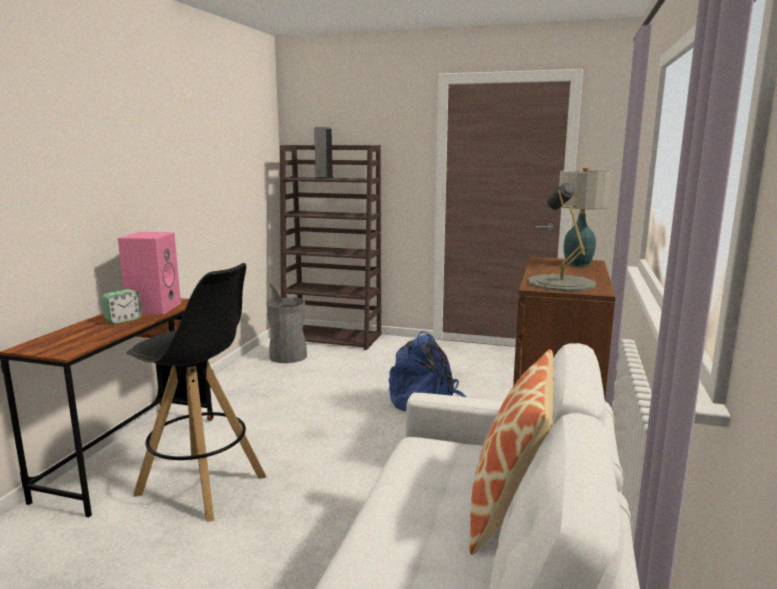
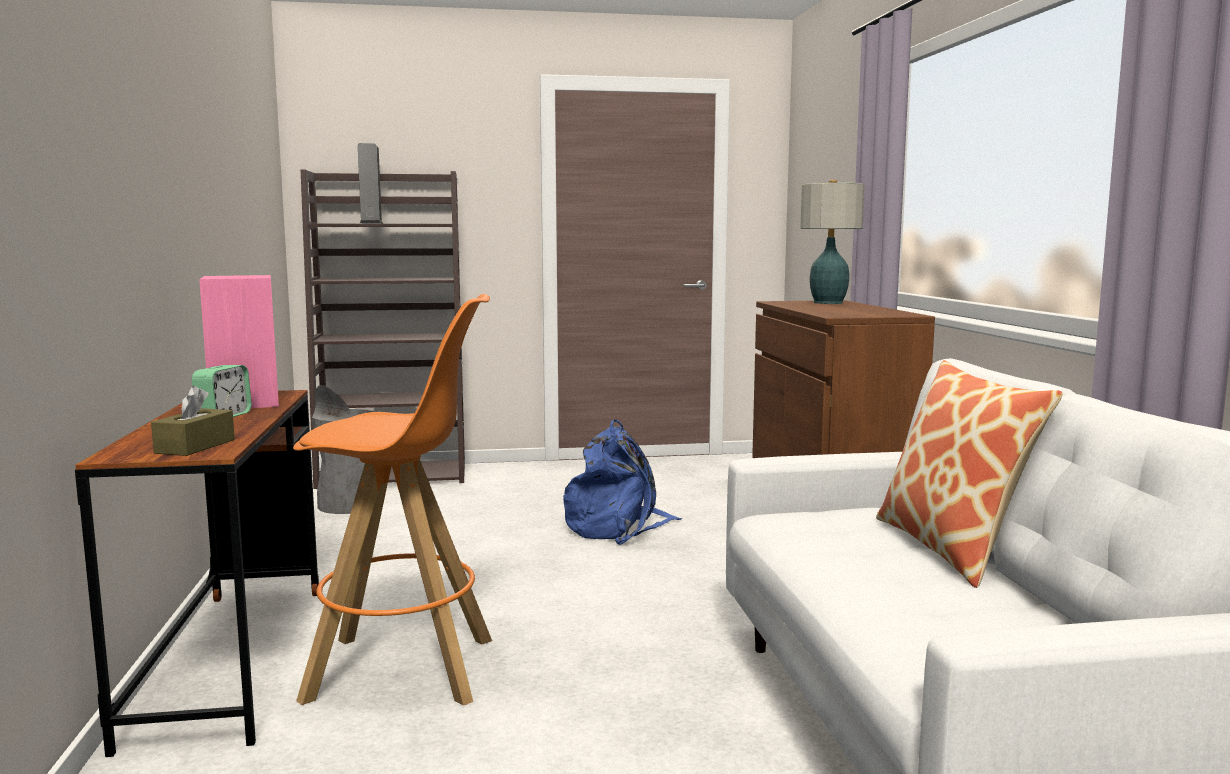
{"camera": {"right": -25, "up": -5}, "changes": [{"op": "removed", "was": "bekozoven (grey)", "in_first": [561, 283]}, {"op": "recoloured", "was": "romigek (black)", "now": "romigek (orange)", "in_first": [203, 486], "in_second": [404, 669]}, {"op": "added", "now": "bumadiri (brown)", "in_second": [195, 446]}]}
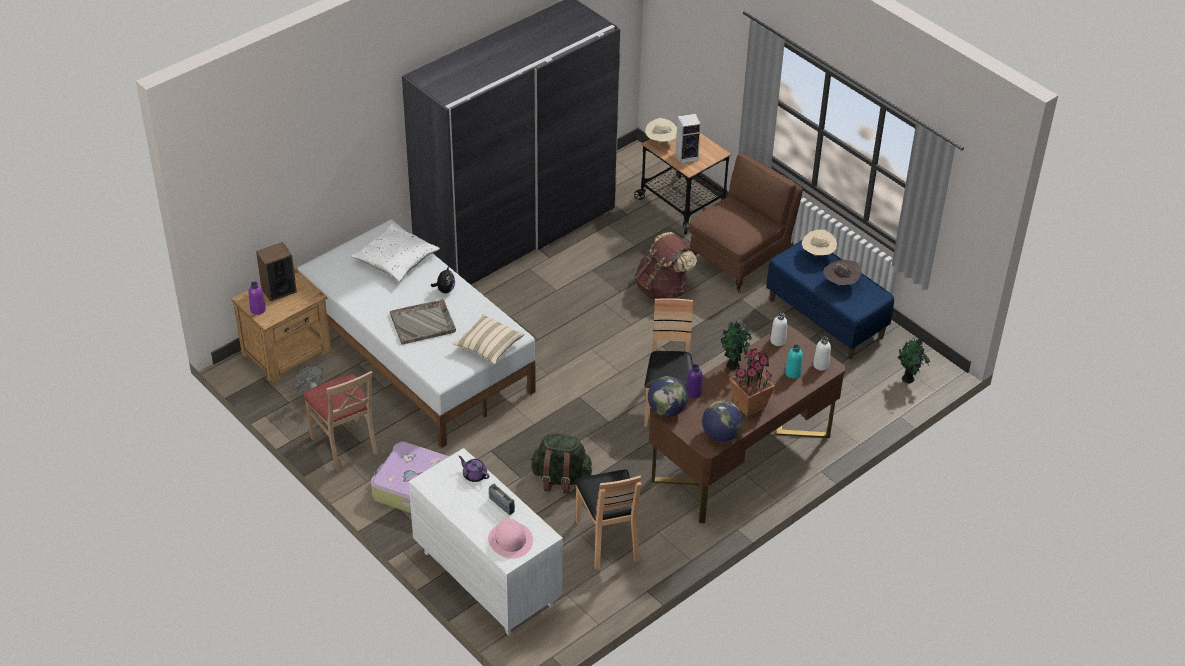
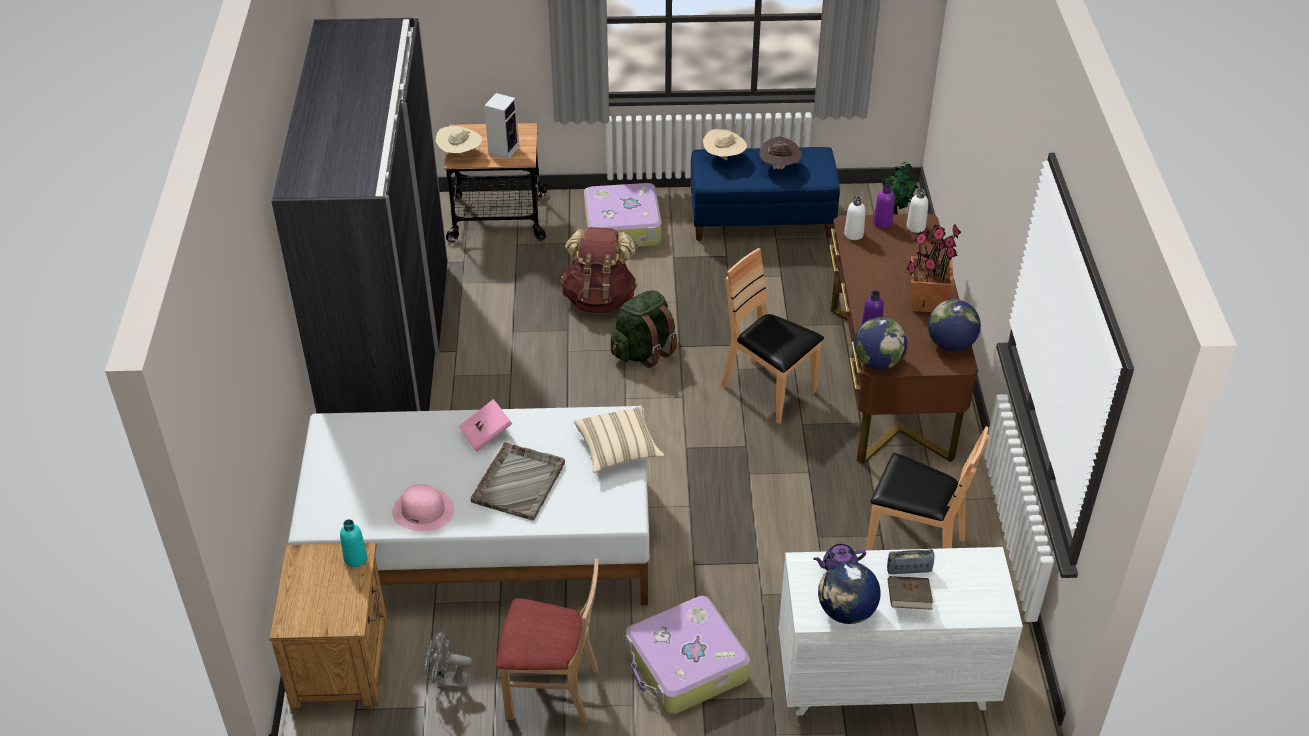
{"camera": {"right": -50, "up": 0}, "changes": [{"op": "replaced", "was": "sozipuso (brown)", "now": "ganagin", "in_first": [740, 261], "in_second": [623, 227]}, {"op": "removed", "was": "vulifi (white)", "in_first": [396, 259]}, {"op": "removed", "was": "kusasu", "in_first": [278, 290]}, {"op": "replaced", "was": "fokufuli", "now": "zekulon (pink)", "in_first": [445, 290], "in_second": [486, 434]}, {"op": "moved", "was": "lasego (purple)", "in_first": [258, 310], "in_second": [882, 222]}, {"op": "removed", "was": "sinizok", "in_first": [733, 366]}, {"op": "moved", "was": "lasego (turquoise)", "in_first": [793, 373], "in_second": [355, 558]}, {"op": "moved", "was": "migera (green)", "in_first": [560, 478], "in_second": [644, 351]}, {"op": "moved", "was": "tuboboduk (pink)", "in_first": [510, 540], "in_second": [423, 510]}, {"op": "added", "now": "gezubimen", "in_second": [846, 611]}, {"op": "added", "now": "zekulon (brown)", "in_second": [908, 601]}]}
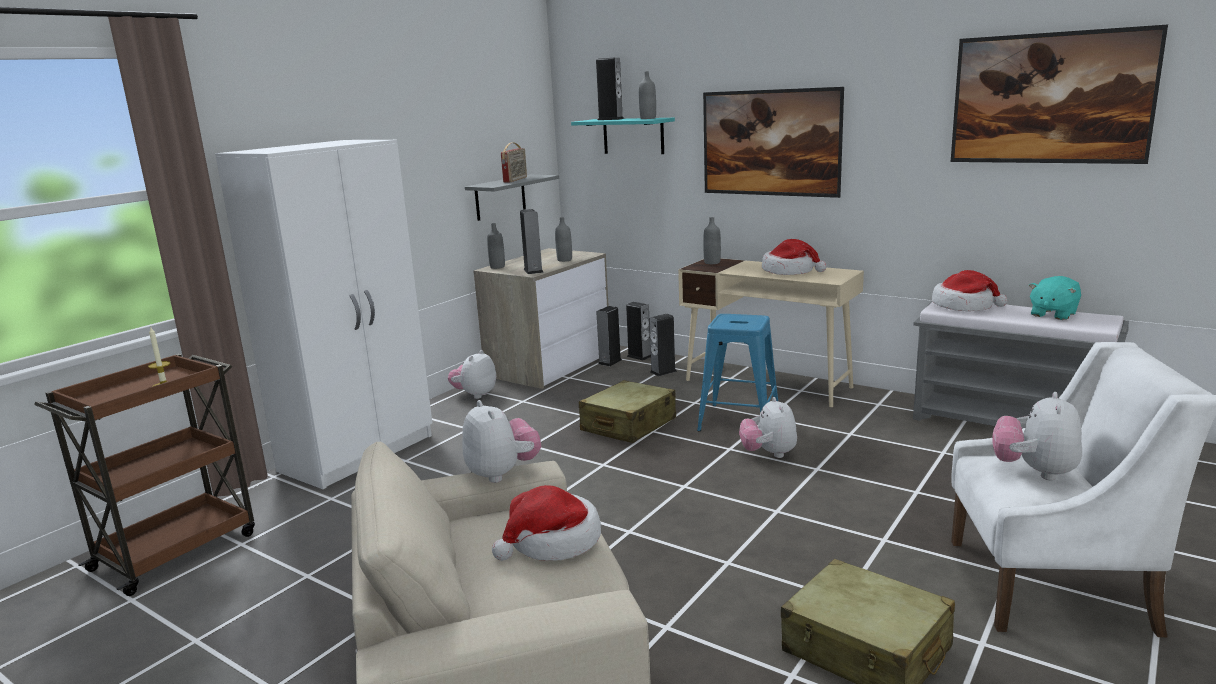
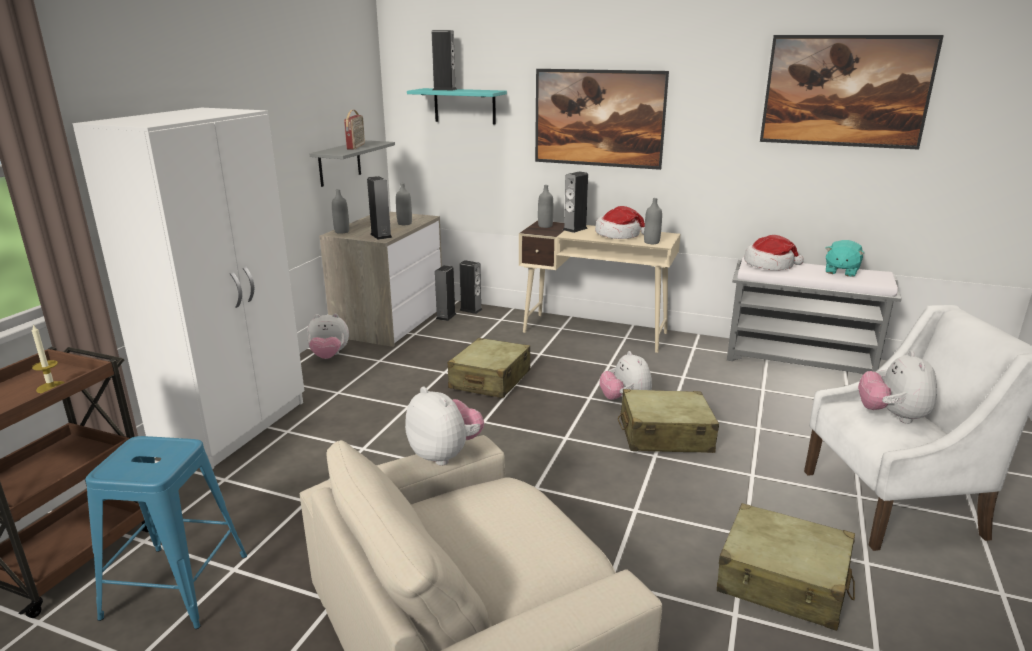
{"camera": {"right": -15, "up": 5}, "changes": [{"op": "moved", "was": "lasego (grey)", "in_first": [648, 118], "in_second": [651, 242]}, {"op": "moved", "was": "kusasu", "in_first": [663, 371], "in_second": [575, 229]}, {"op": "moved", "was": "romigek (blue)", "in_first": [739, 420], "in_second": [177, 585]}, {"op": "turned", "was": "fokufuli", "in_first": [475, 395], "in_second": [329, 356], "clockwise": -105}, {"op": "removed", "was": "tuboboduk", "in_first": [552, 542]}, {"op": "added", "now": "ganagin (beige)", "in_second": [664, 435]}]}
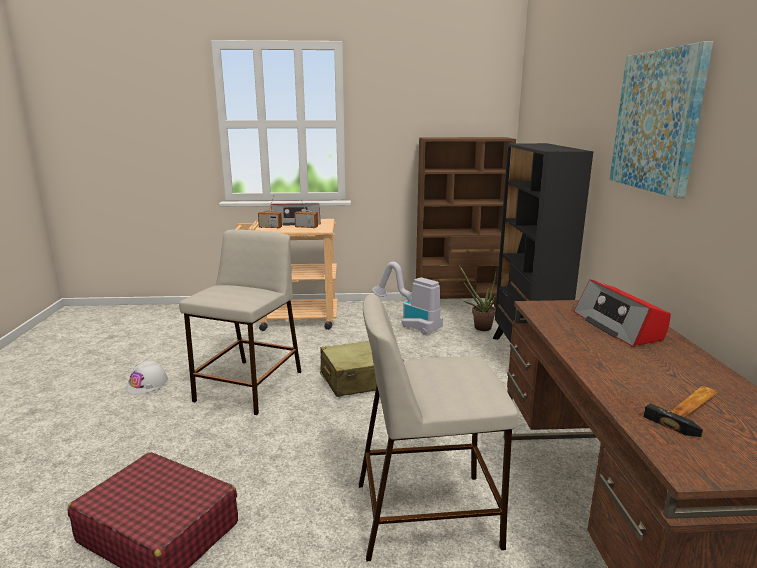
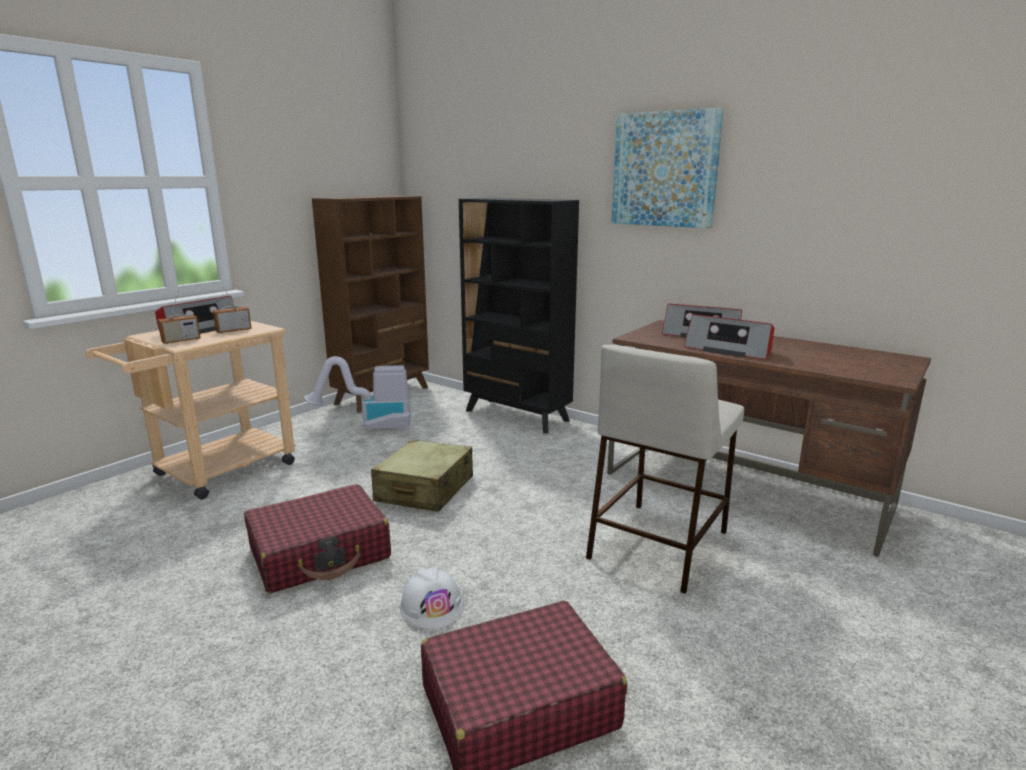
{"camera": {"right": -50, "up": 0}, "changes": [{"op": "replaced", "was": "romigek (beige)", "now": "ganagin (red)", "in_first": [249, 387], "in_second": [320, 553]}, {"op": "removed", "was": "sinizok", "in_first": [479, 327]}, {"op": "moved", "was": "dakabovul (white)", "in_first": [147, 384], "in_second": [432, 606]}, {"op": "removed", "was": "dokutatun", "in_first": [691, 411]}, {"op": "added", "now": "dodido", "in_second": [729, 349]}]}
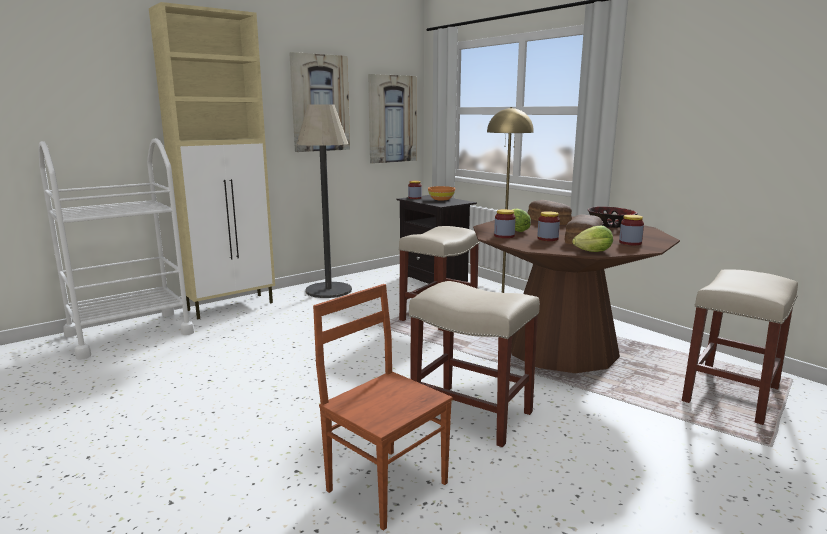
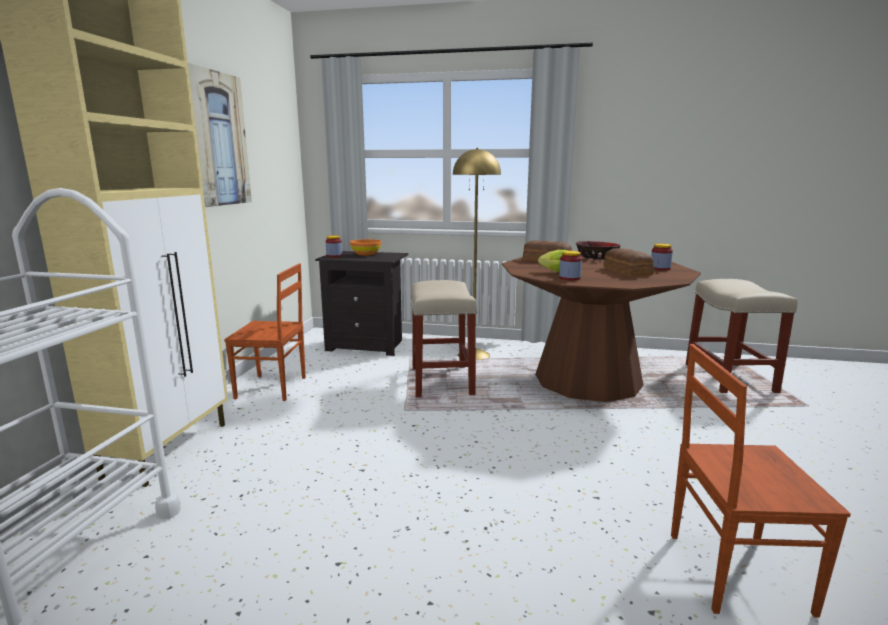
{"camera": {"right": -40, "up": 0}, "changes": [{"op": "removed", "was": "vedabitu", "in_first": [392, 119]}, {"op": "replaced", "was": "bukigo", "now": "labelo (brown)", "in_first": [328, 290], "in_second": [272, 388]}, {"op": "removed", "was": "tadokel", "in_first": [547, 239]}, {"op": "removed", "was": "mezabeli", "in_first": [590, 252]}, {"op": "removed", "was": "romigek (beige)", "in_first": [470, 414]}]}
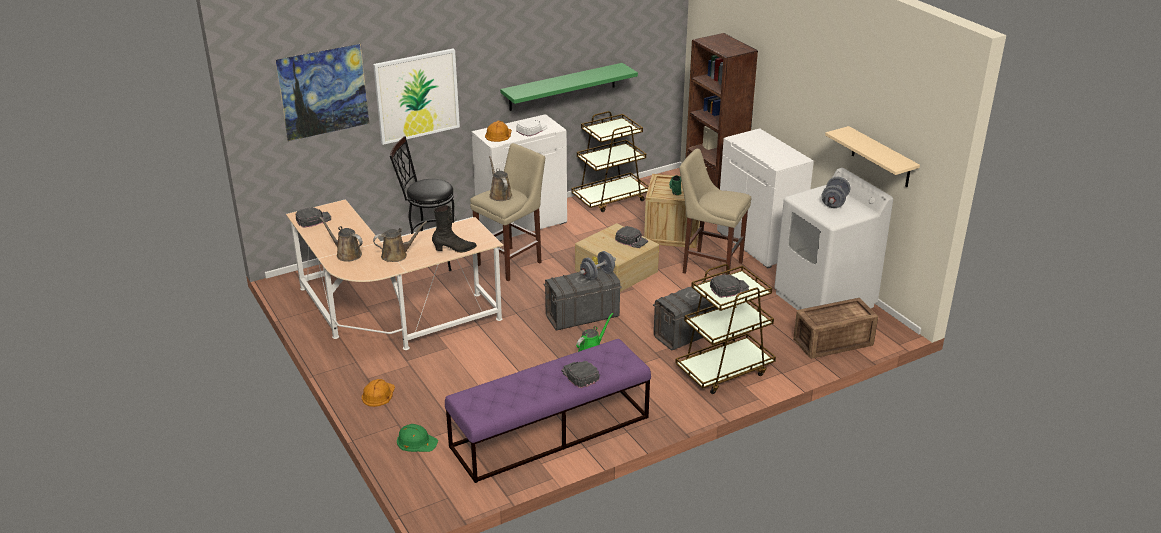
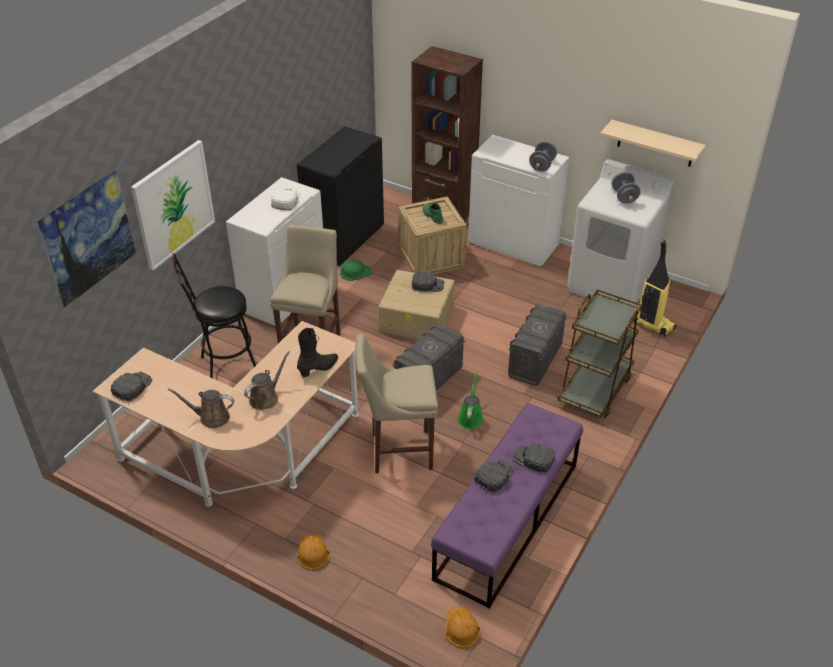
{"camera": {"right": -30, "up": 10}, "changes": [{"op": "removed", "was": "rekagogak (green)", "in_first": [562, 87]}, {"op": "replaced", "was": "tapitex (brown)", "now": "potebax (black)", "in_first": [611, 198], "in_second": [344, 238]}, {"op": "moved", "was": "dakabovul (orange)", "in_first": [498, 134], "in_second": [461, 628]}, {"op": "moved", "was": "romigek (beige)", "in_first": [709, 266], "in_second": [398, 451]}, {"op": "removed", "was": "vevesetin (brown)", "in_first": [499, 194]}, {"op": "moved", "was": "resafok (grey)", "in_first": [597, 275], "in_second": [542, 166]}, {"op": "moved", "was": "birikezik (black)", "in_first": [729, 288], "in_second": [494, 476]}, {"op": "replaced", "was": "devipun", "now": "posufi", "in_first": [831, 342], "in_second": [651, 324]}, {"op": "moved", "was": "dakabovul (green)", "in_first": [416, 441], "in_second": [355, 272]}]}
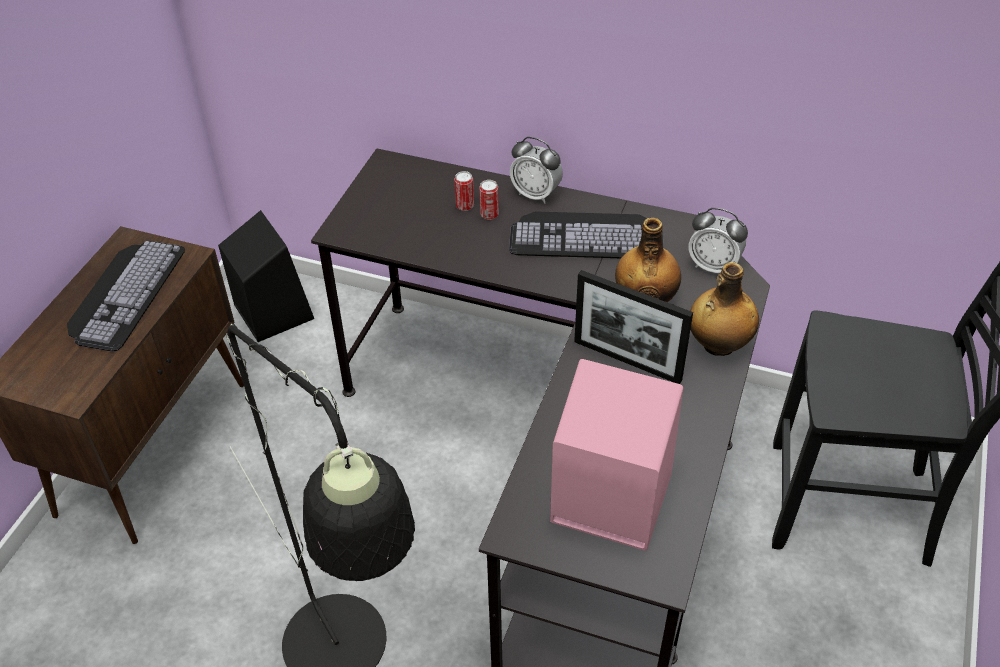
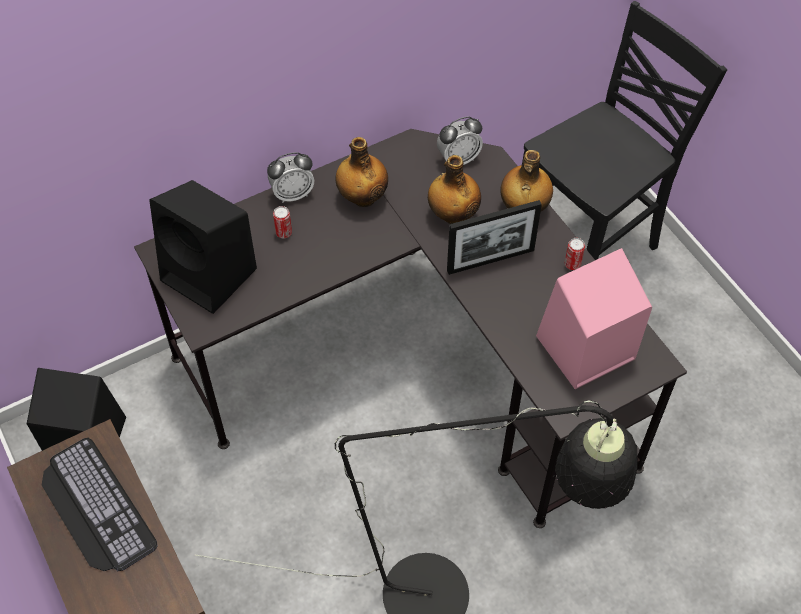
{"camera": {"right": -50, "up": 10}, "changes": [{"op": "moved", "was": "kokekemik", "in_first": [465, 206], "in_second": [572, 264]}, {"op": "replaced", "was": "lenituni", "now": "lasego", "in_first": [587, 235], "in_second": [362, 197]}, {"op": "added", "now": "kusasu (black)", "in_second": [211, 275]}]}
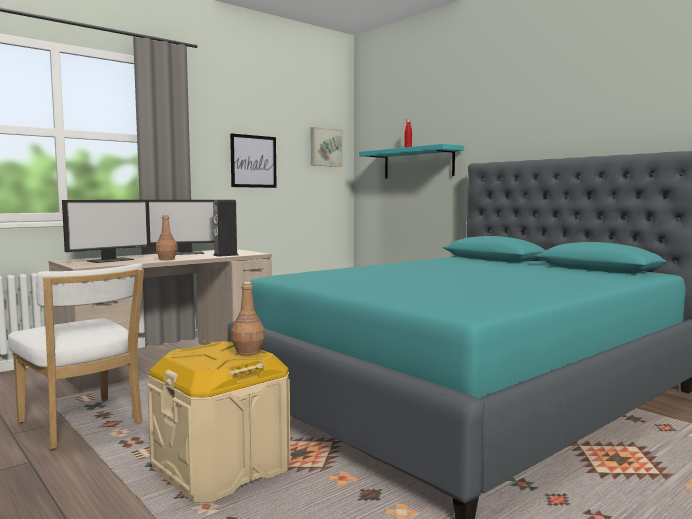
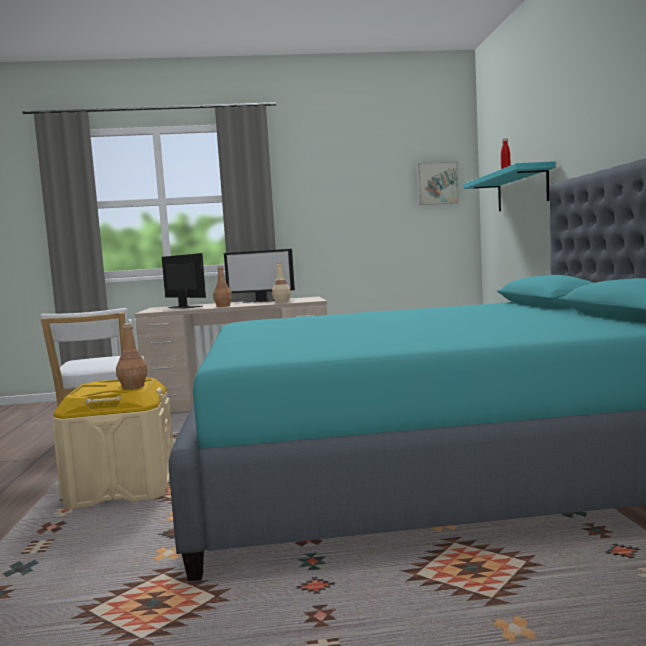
{"camera": {"right": 35, "up": 0}, "changes": [{"op": "removed", "was": "vedabitu", "in_first": [253, 161]}, {"op": "turned", "was": "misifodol", "in_first": [110, 260], "in_second": [184, 307], "clockwise": -120}, {"op": "replaced", "was": "kusasu", "now": "lasego (beige)", "in_first": [225, 255], "in_second": [282, 302]}]}
